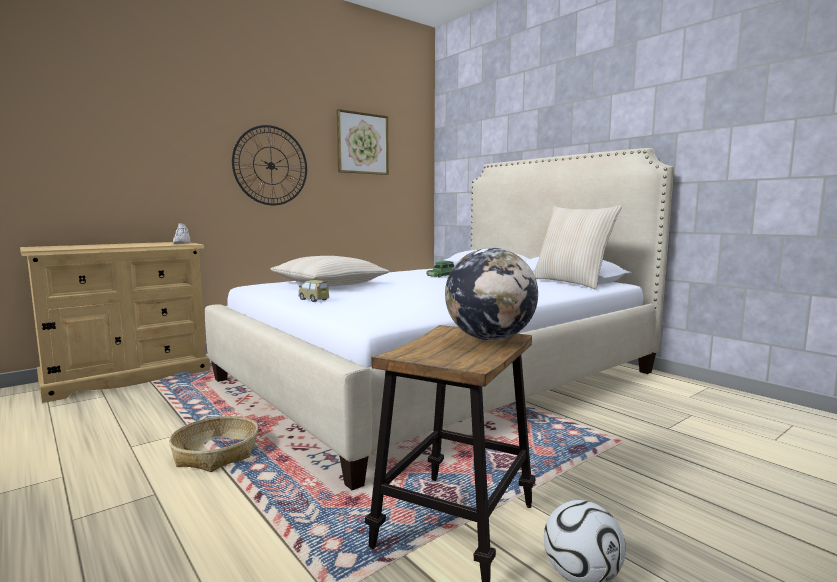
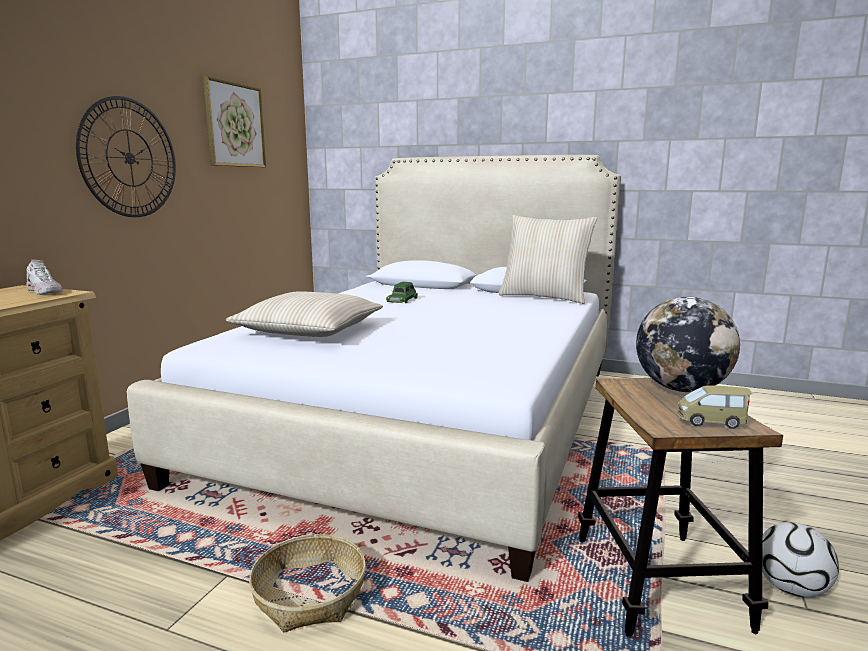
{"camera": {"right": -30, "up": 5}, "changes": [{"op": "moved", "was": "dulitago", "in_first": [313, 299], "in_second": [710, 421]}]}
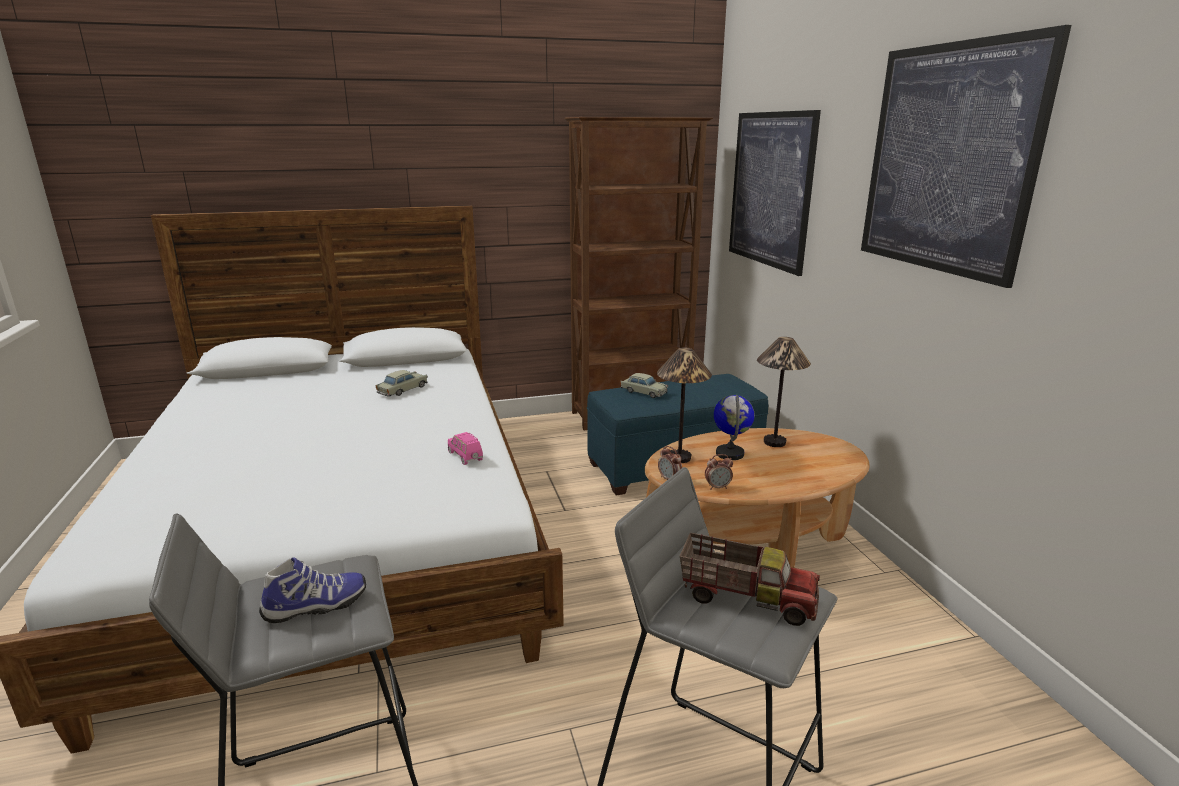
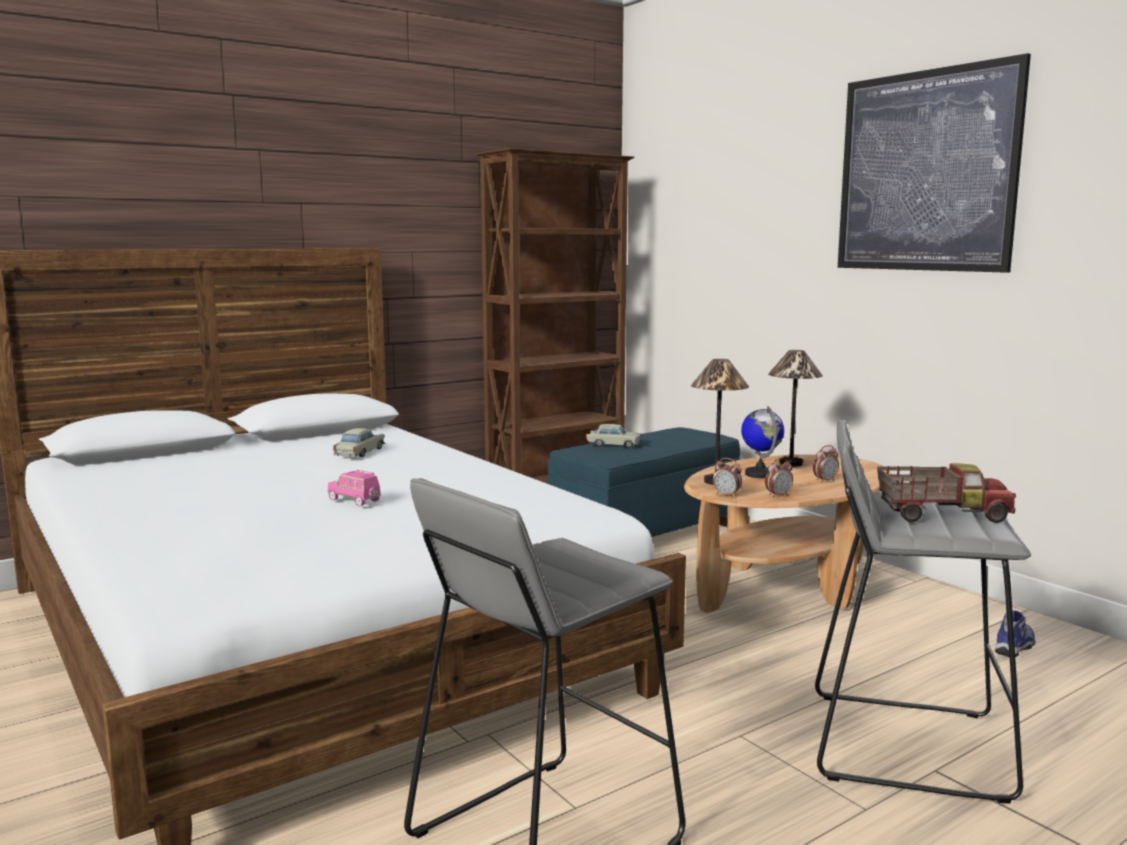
{"camera": {"right": -20, "up": -10}, "changes": [{"op": "removed", "was": "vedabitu", "in_first": [770, 189]}, {"op": "moved", "was": "dulitago (pink)", "in_first": [465, 456], "in_second": [355, 500]}, {"op": "moved", "was": "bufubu", "in_first": [316, 606], "in_second": [1015, 647]}, {"op": "added", "now": "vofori", "in_second": [825, 481]}]}
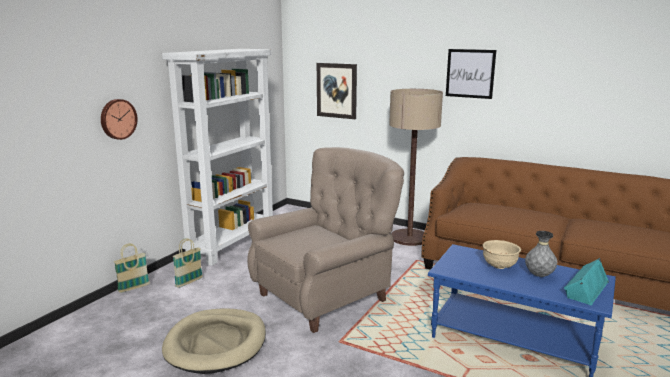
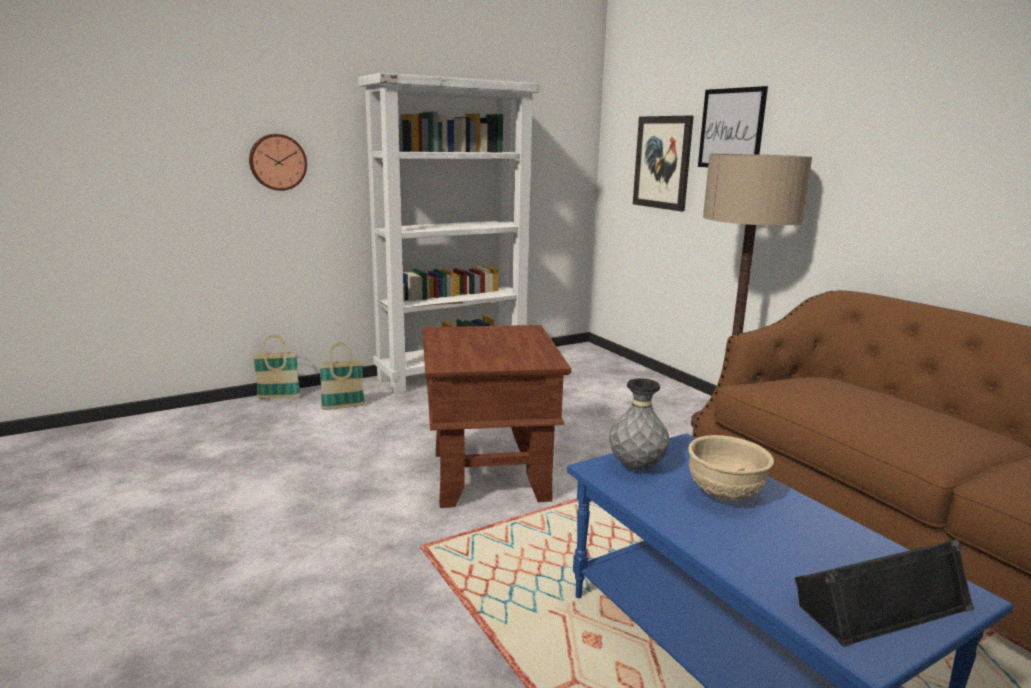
{"camera": {"right": 30, "up": 0}, "changes": [{"op": "moved", "was": "vedabitu", "in_first": [470, 73], "in_second": [731, 129]}, {"op": "replaced", "was": "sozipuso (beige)", "now": "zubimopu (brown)", "in_first": [327, 296], "in_second": [488, 474]}, {"op": "moved", "was": "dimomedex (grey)", "in_first": [539, 275], "in_second": [636, 467]}, {"op": "recoloured", "was": "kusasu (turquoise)", "now": "kusasu (black)", "in_first": [585, 288], "in_second": [879, 602]}, {"op": "removed", "was": "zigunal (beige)", "in_first": [216, 344]}]}
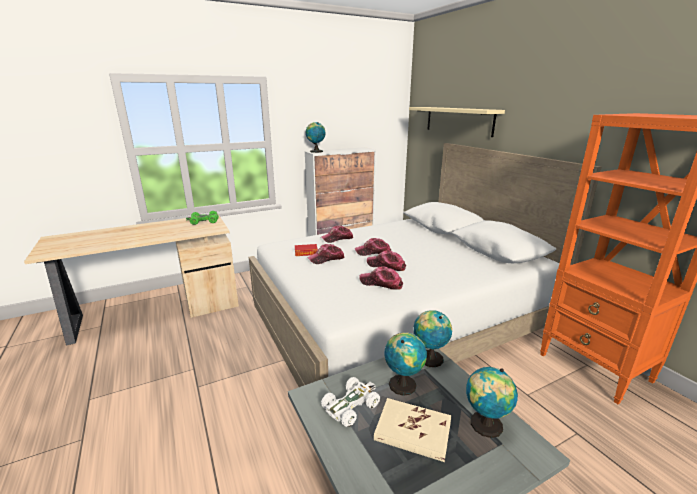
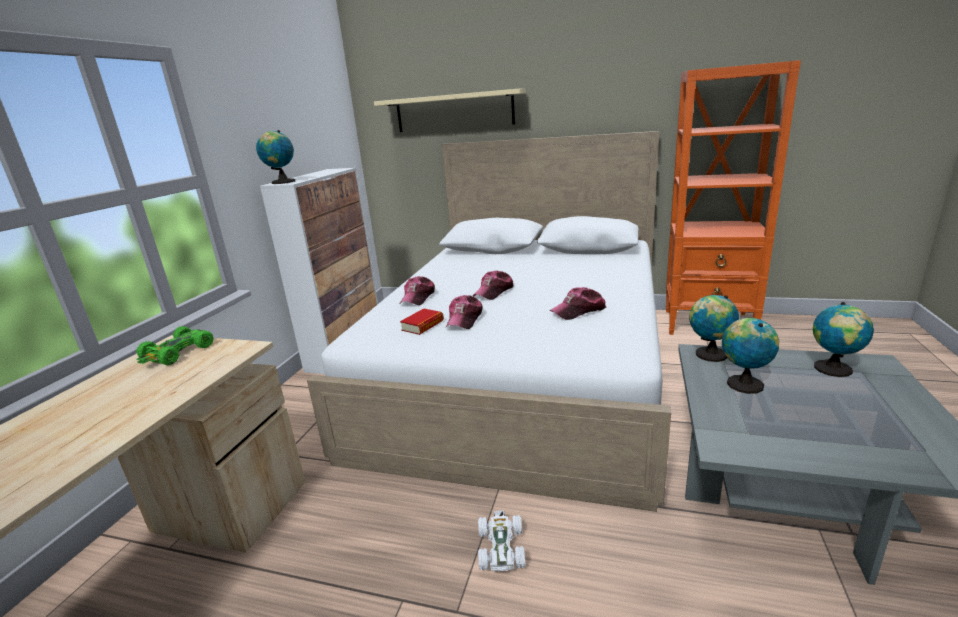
{"camera": {"right": -45, "up": 0}, "changes": [{"op": "removed", "was": "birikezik", "in_first": [386, 265]}, {"op": "moved", "was": "dulitago (white)", "in_first": [351, 405], "in_second": [500, 547]}, {"op": "removed", "was": "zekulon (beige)", "in_first": [413, 431]}]}
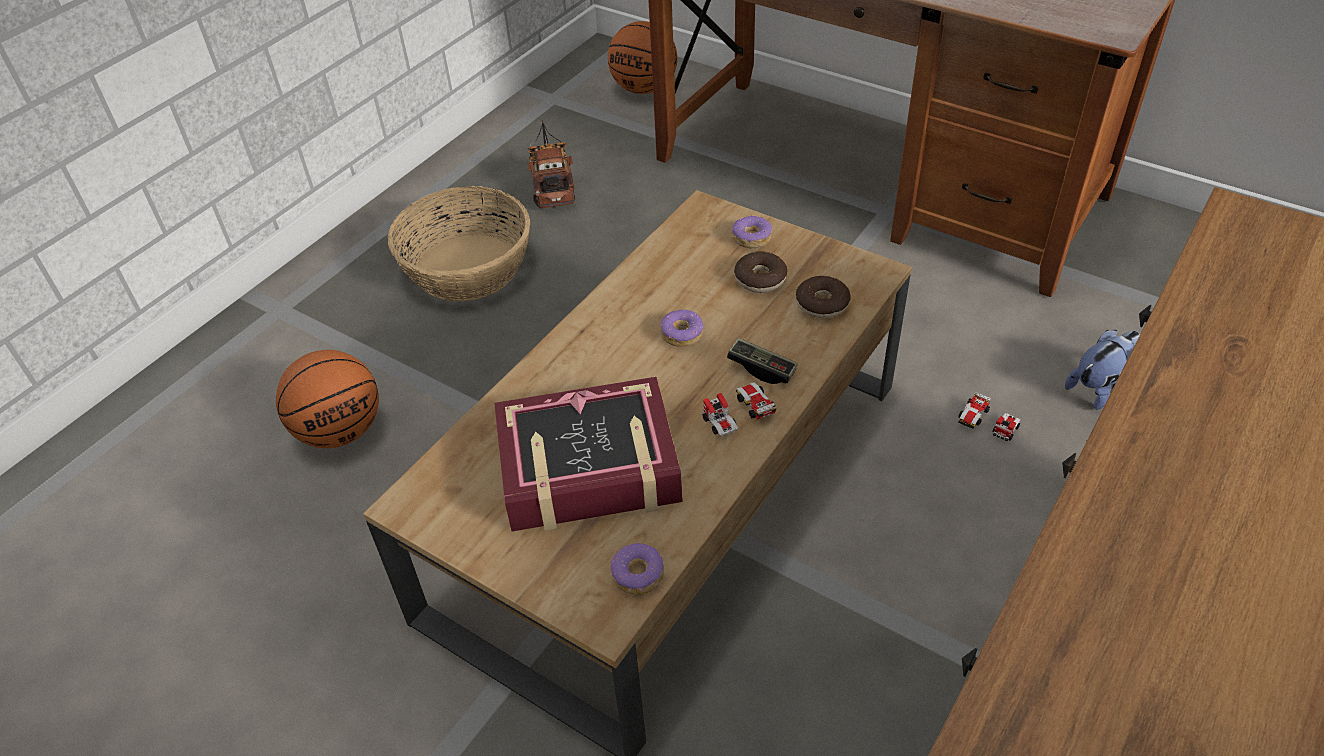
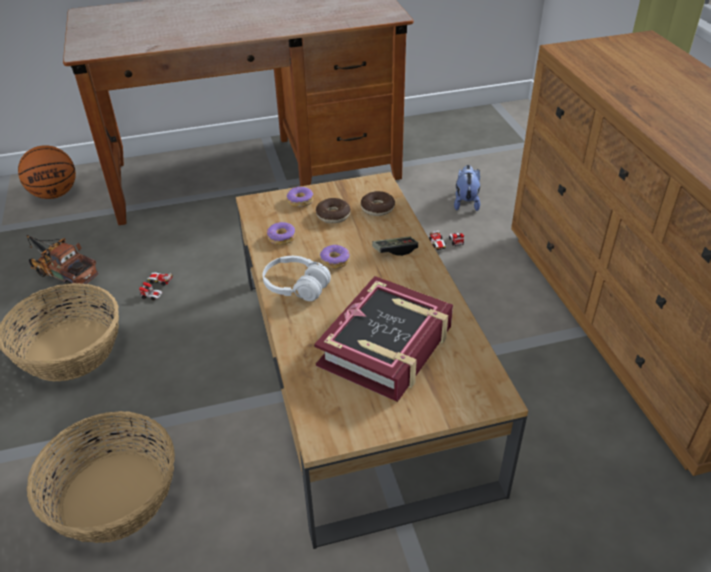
{"camera": {"right": -50, "up": -5}, "changes": [{"op": "replaced", "was": "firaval", "now": "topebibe", "in_first": [340, 431], "in_second": [113, 495]}, {"op": "moved", "was": "dulitago", "in_first": [738, 414], "in_second": [156, 289]}, {"op": "moved", "was": "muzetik", "in_first": [638, 575], "in_second": [282, 238]}, {"op": "added", "now": "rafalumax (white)", "in_second": [296, 286]}]}
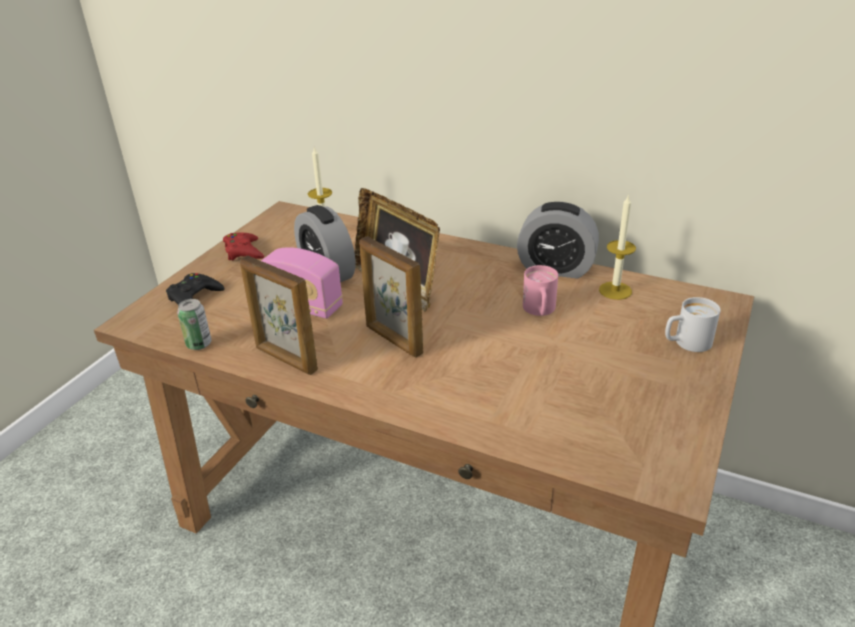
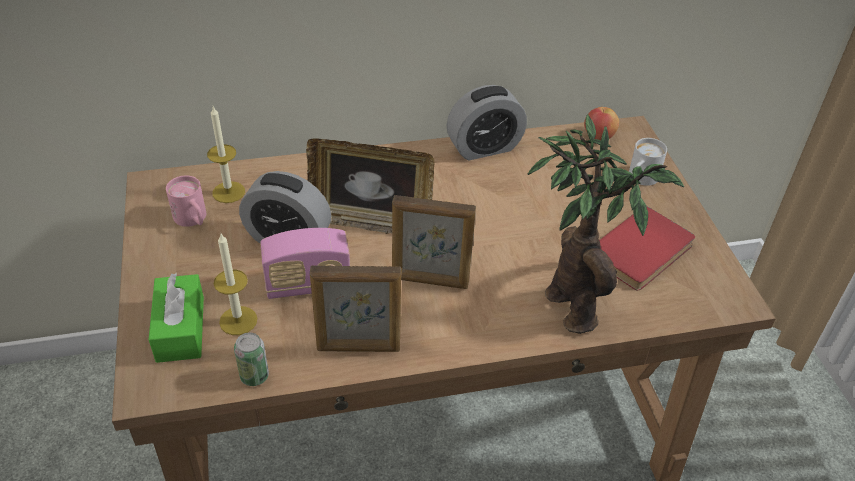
{"camera": {"right": -40, "up": 10}, "changes": [{"op": "moved", "was": "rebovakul", "in_first": [615, 290], "in_second": [238, 320]}, {"op": "removed", "was": "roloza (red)", "in_first": [243, 251]}, {"op": "moved", "was": "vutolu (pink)", "in_first": [539, 311], "in_second": [193, 220]}, {"op": "replaced", "was": "roloza (black)", "now": "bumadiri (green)", "in_first": [194, 297], "in_second": [180, 329]}, {"op": "added", "now": "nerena", "in_second": [598, 136]}, {"op": "added", "now": "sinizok", "in_second": [571, 302]}, {"op": "added", "now": "zekulon (red)", "in_second": [643, 252]}]}
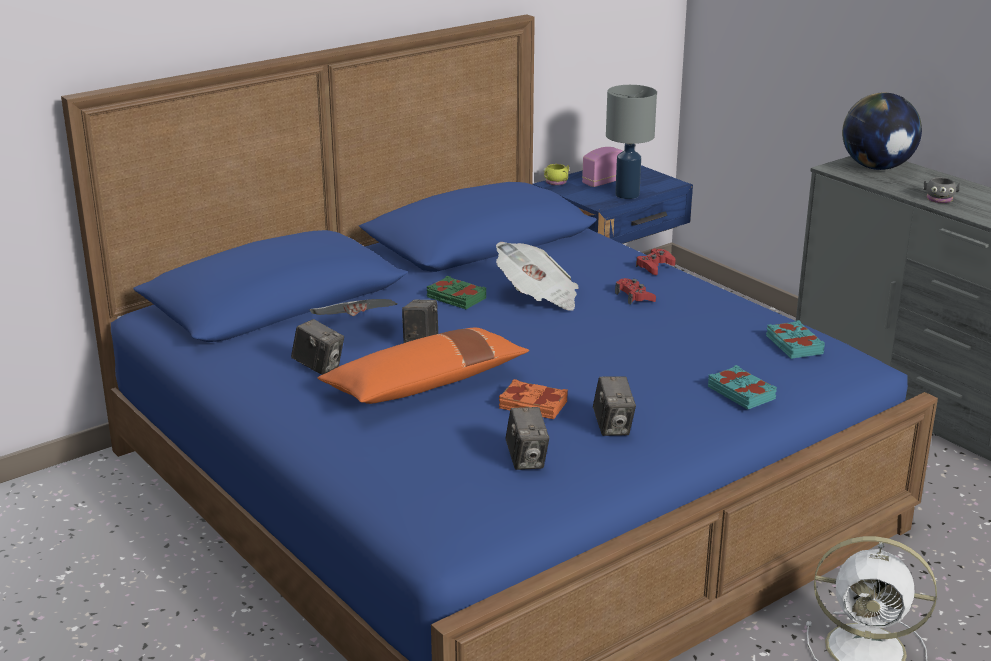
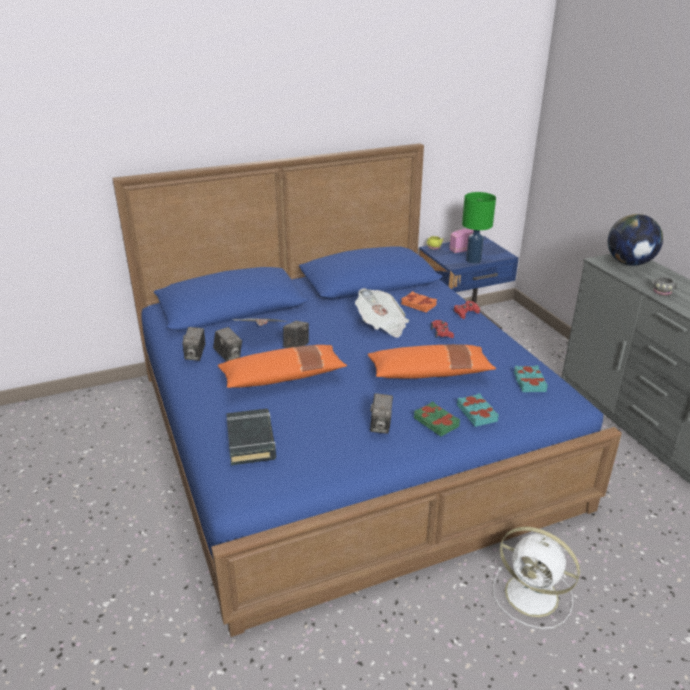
{"camera": {"right": 15, "up": 5}, "changes": [{"op": "recoloured", "was": "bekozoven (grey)", "now": "bekozoven (green)", "in_first": [627, 194], "in_second": [473, 260]}, {"op": "moved", "was": "zekulon (green)", "in_first": [456, 298], "in_second": [435, 422]}, {"op": "moved", "was": "zekulon (orange)", "in_first": [533, 405], "in_second": [418, 305]}, {"op": "moved", "was": "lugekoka", "in_first": [526, 460], "in_second": [195, 355]}, {"op": "added", "now": "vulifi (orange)", "in_second": [429, 373]}, {"op": "added", "now": "zekulon (black)", "in_second": [251, 440]}]}
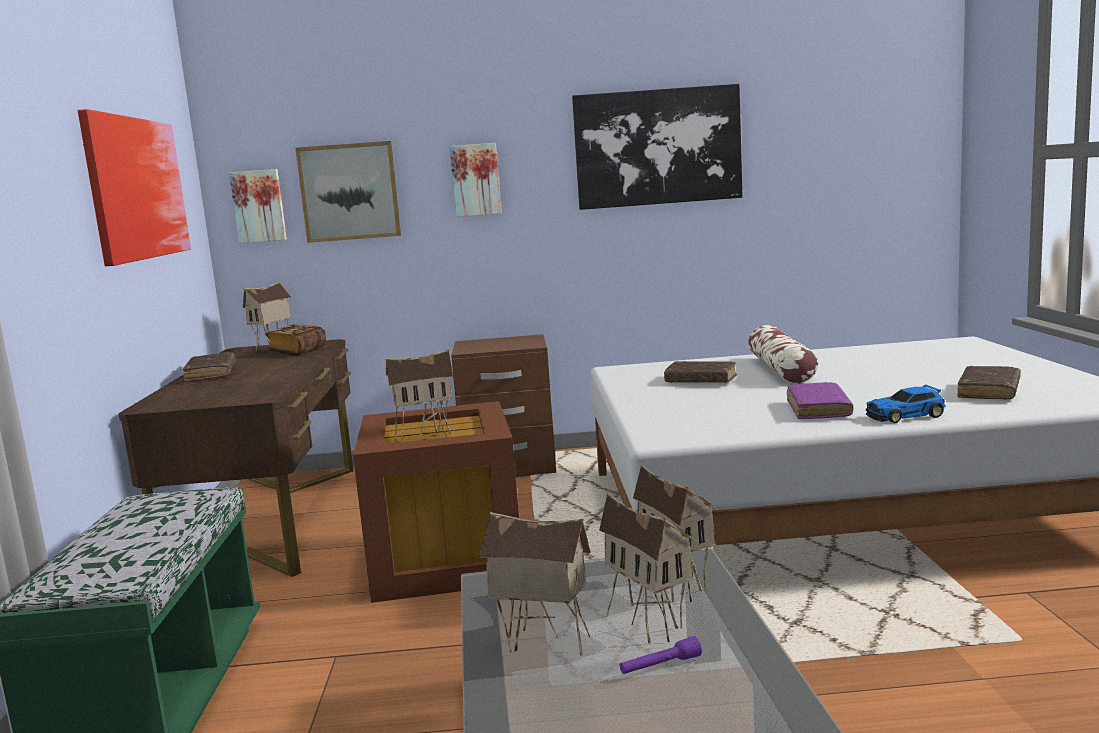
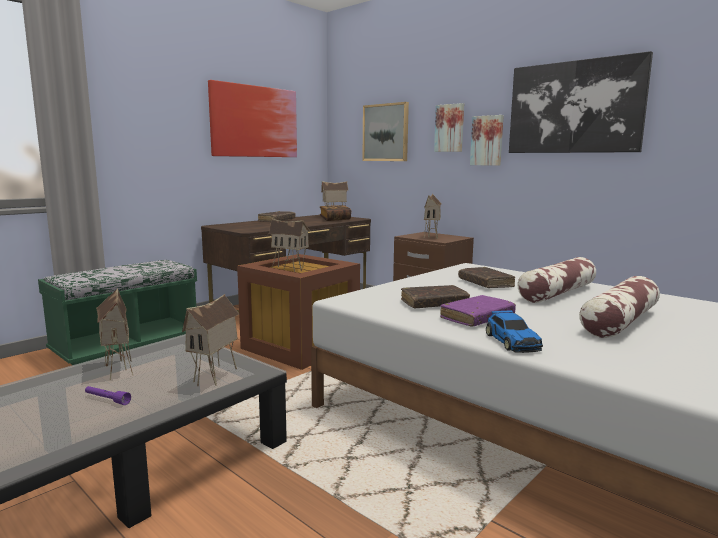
{"camera": {"right": 45, "up": 0}, "changes": [{"op": "moved", "was": "vedabitu", "in_first": [259, 206], "in_second": [487, 140]}, {"op": "moved", "was": "zekulon (brown)", "in_first": [989, 391], "in_second": [434, 304]}, {"op": "turned", "was": "dulitago", "in_first": [906, 416], "in_second": [512, 341], "clockwise": -135}, {"op": "moved", "was": "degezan", "in_first": [650, 624], "in_second": [432, 237]}, {"op": "added", "now": "vulifi", "in_second": [620, 322]}]}
